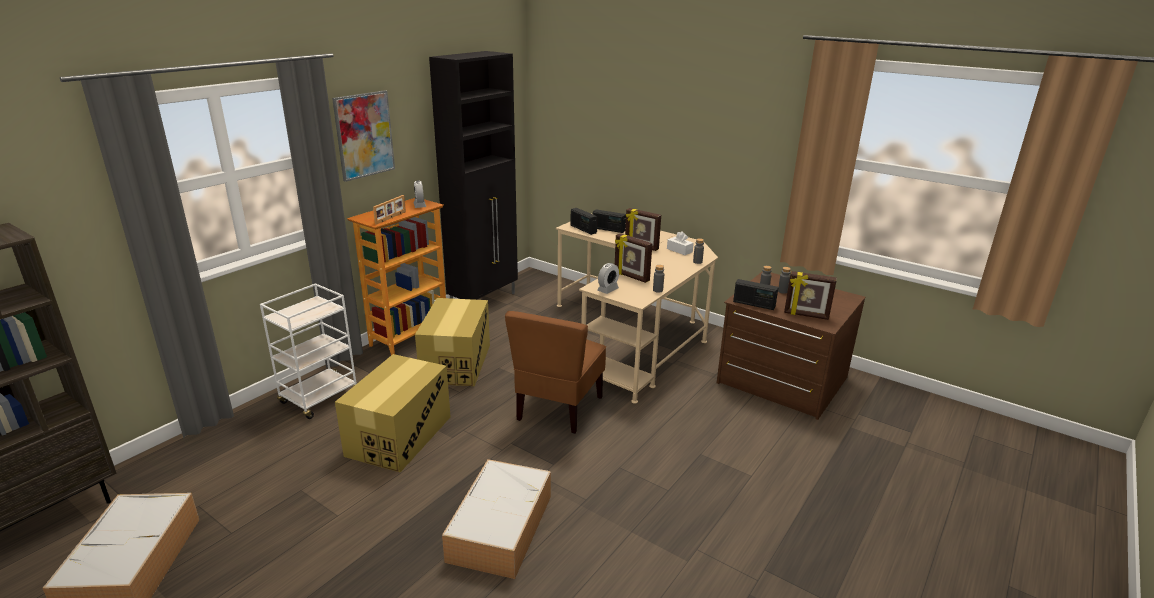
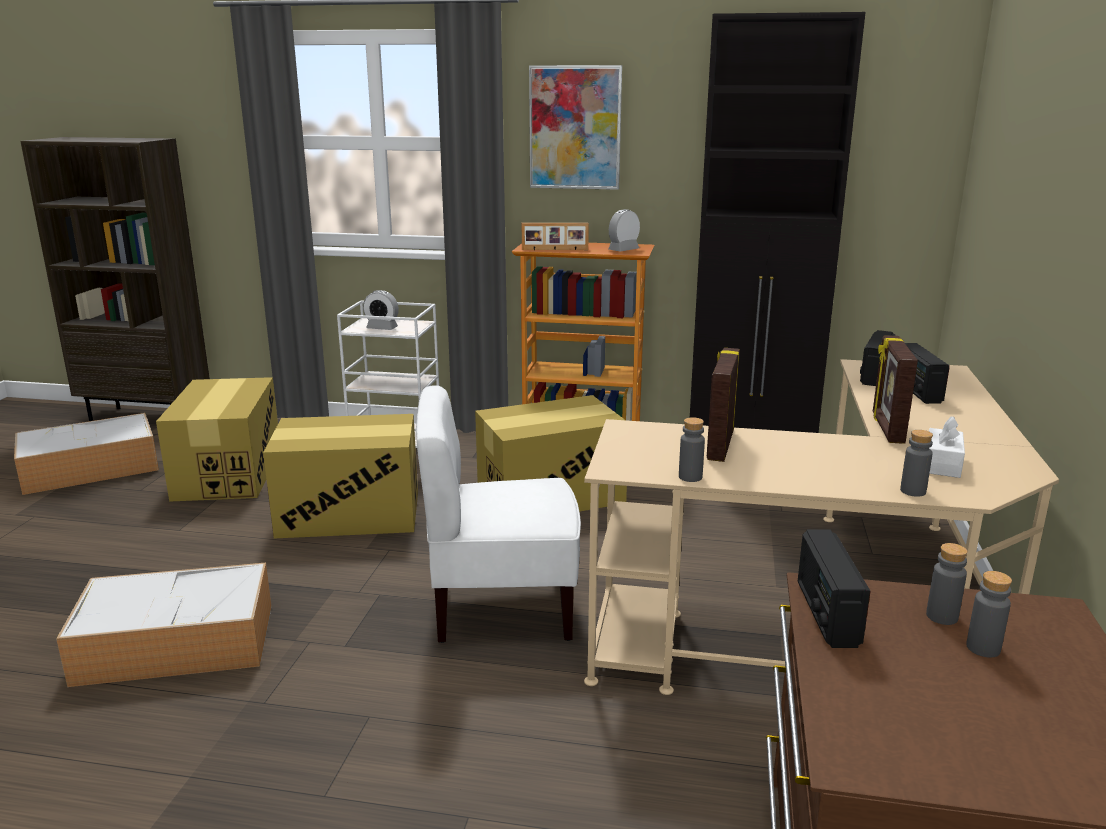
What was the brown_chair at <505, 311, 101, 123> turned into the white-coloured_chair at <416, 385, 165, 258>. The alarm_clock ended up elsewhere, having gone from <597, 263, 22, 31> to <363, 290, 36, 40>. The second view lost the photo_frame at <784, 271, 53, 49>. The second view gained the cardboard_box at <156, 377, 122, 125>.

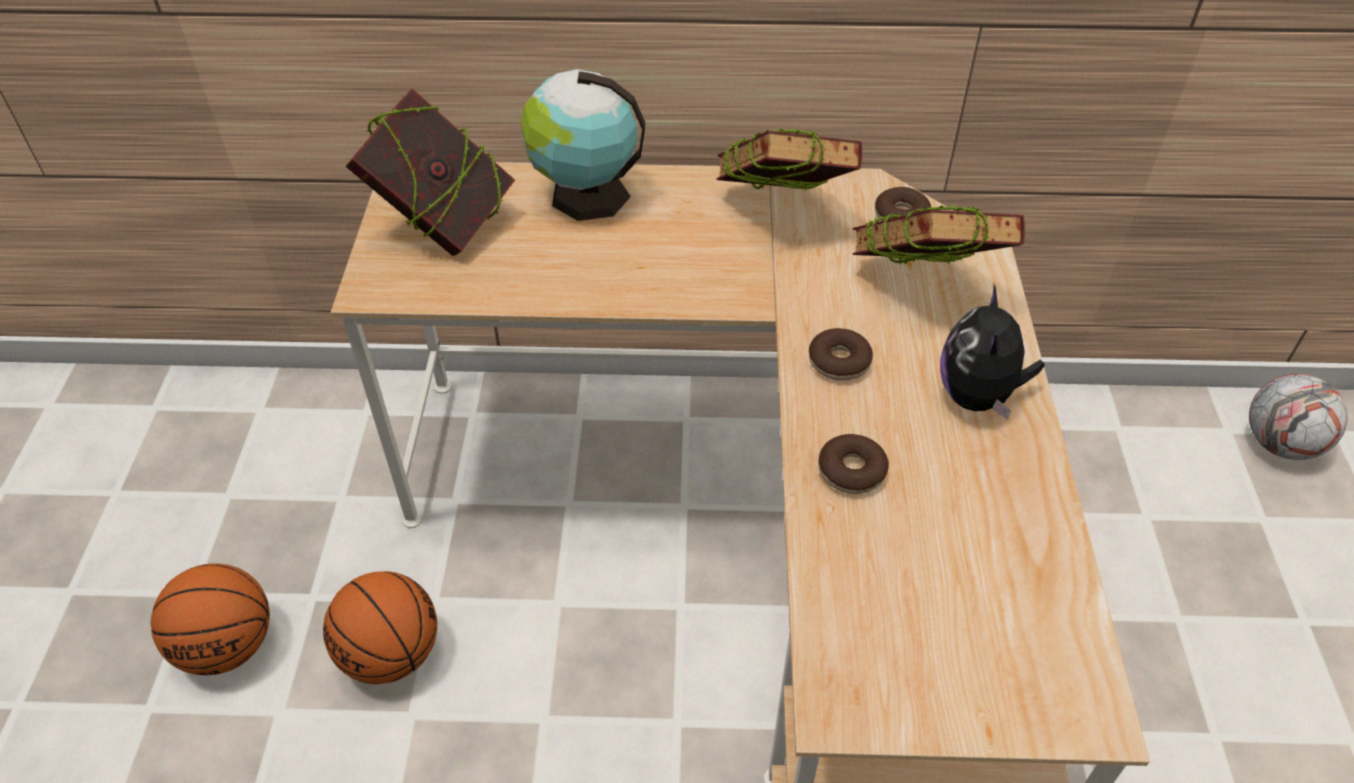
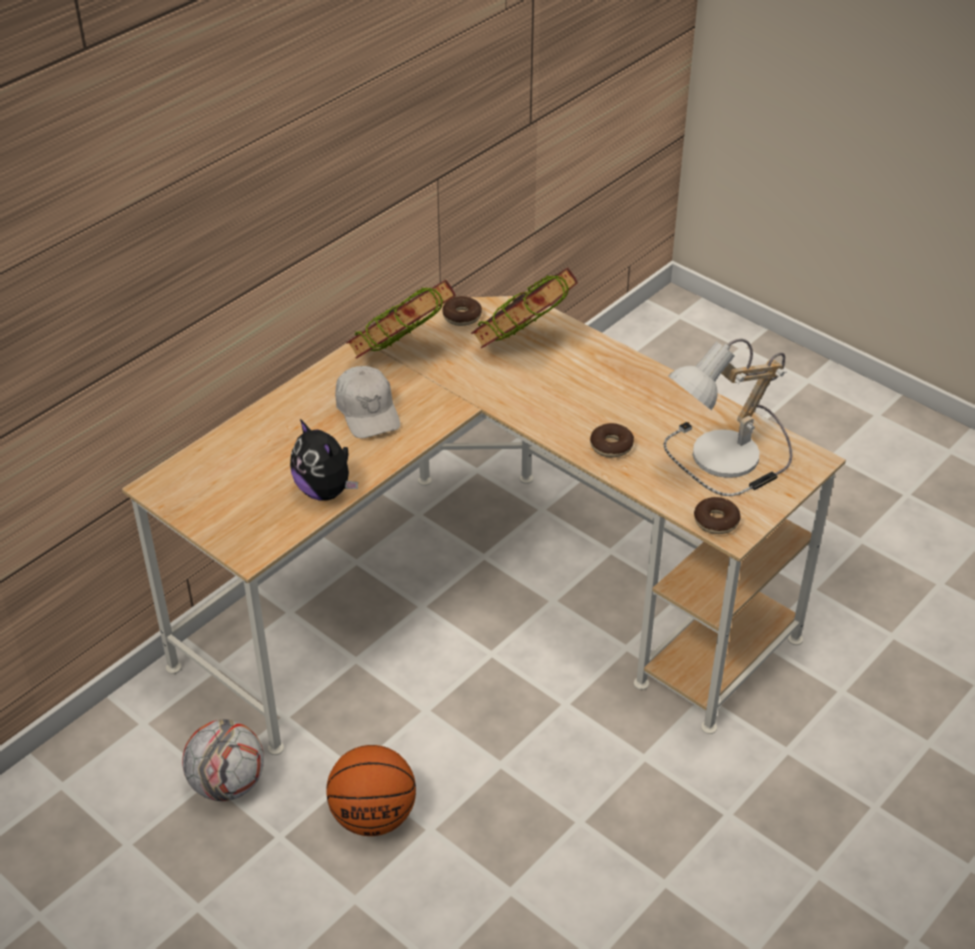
The second view lost the basketball at <151, 563, 119, 112>. The second view lost the volume at <345, 88, 170, 168>. The second view lost the desk_globe at <521, 69, 124, 152>. The donut ended up elsewhere, having gone from <809, 328, 64, 53> to <694, 497, 47, 37>. The soft_toy ended up elsewhere, having gone from <940, 285, 105, 135> to <290, 419, 68, 82>. The football_ball ended up elsewhere, having gone from <1249, 374, 99, 86> to <182, 719, 82, 82>. The second view gained the white-coloured_peaked_cap at <335, 366, 65, 72>. The second view gained the tabletop_lamp at <663, 338, 129, 158>.

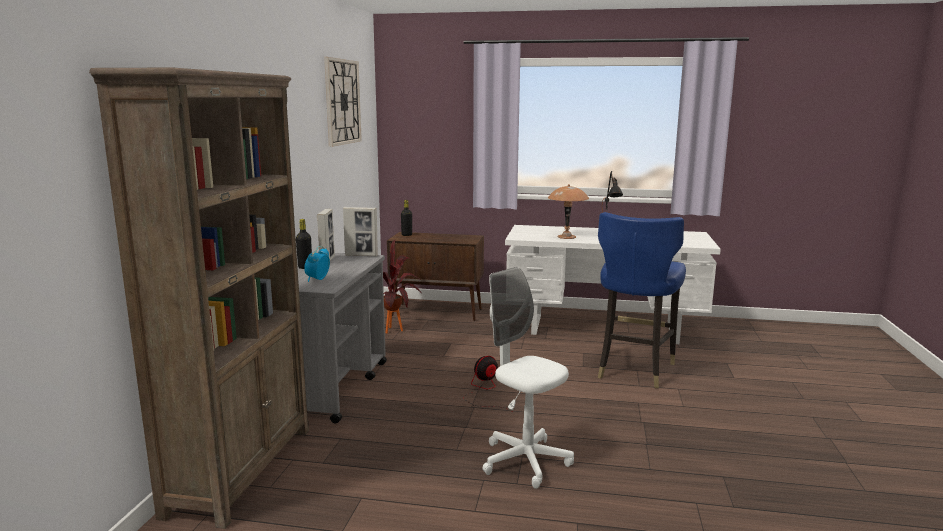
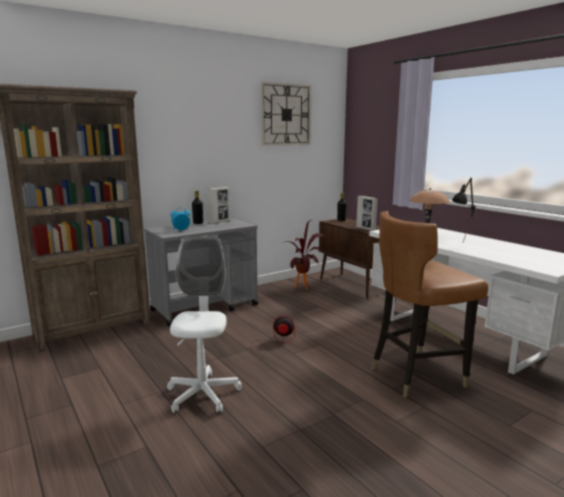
The photo_frame ended up elsewhere, having gone from <343, 207, 35, 49> to <356, 196, 22, 35>. What was the blue-coloured_chair at <598, 212, 88, 176> turned into the brown_chair at <371, 211, 117, 187>.

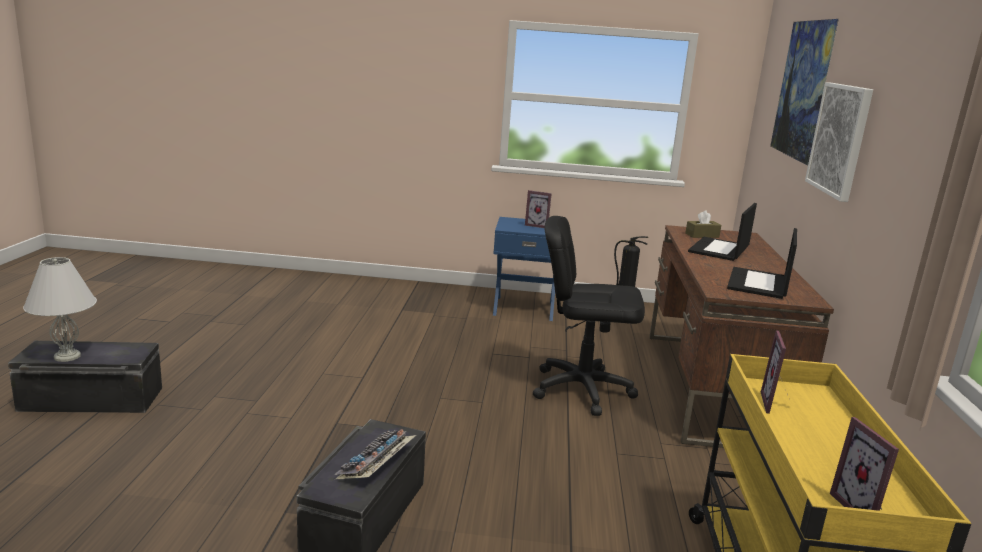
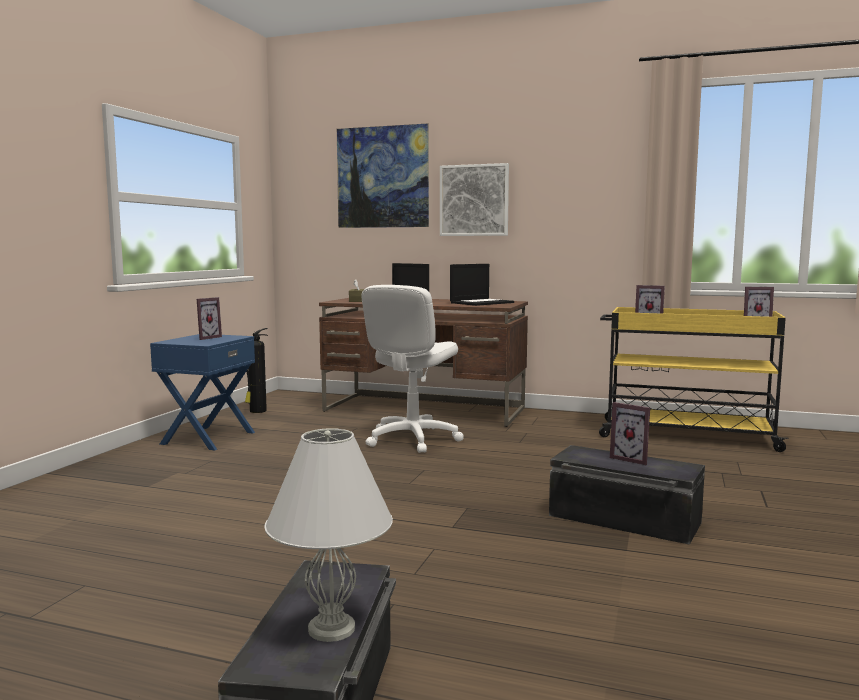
Where the keyboard stood at <334, 429, 82, 51>, the photo_frame came to stand at <610, 402, 40, 63>. What was the black_office_chair at <533, 216, 112, 200> turned into the white-coloured_office_chair at <361, 285, 103, 168>. The portable_computer at <727, 228, 70, 71> ended up facing another way, 75 degrees counterclockwise from before.

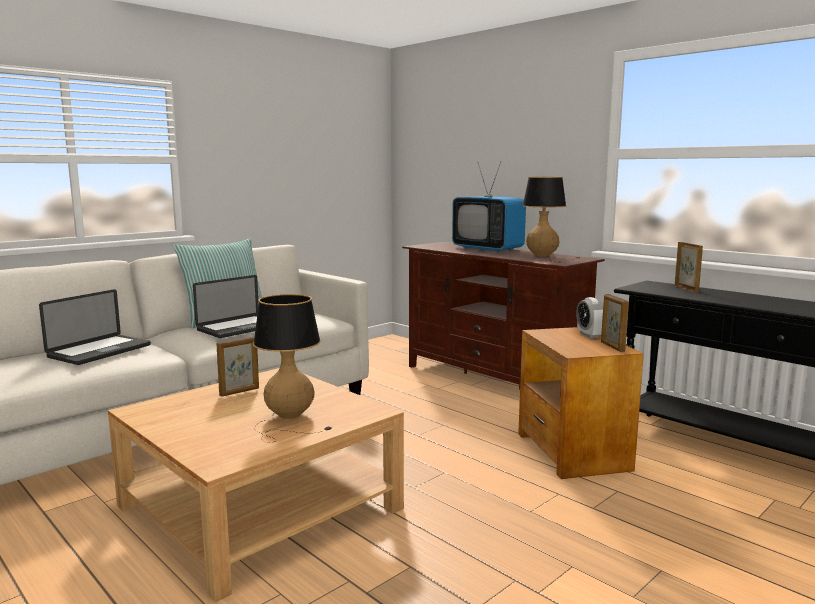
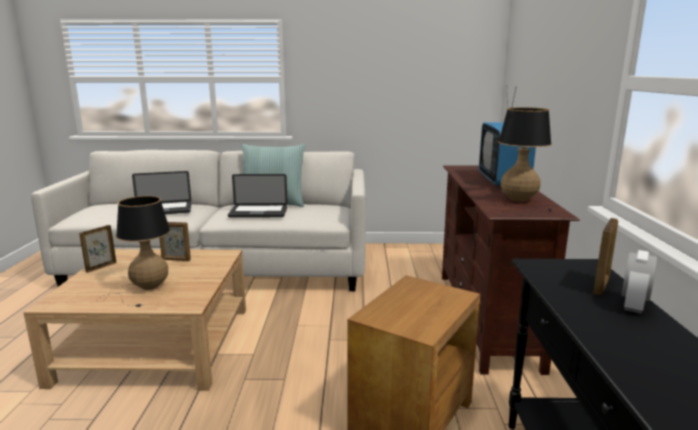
The alarm_clock ended up elsewhere, having gone from <576, 297, 27, 41> to <622, 250, 35, 64>. The photo_frame ended up elsewhere, having gone from <601, 294, 28, 58> to <79, 225, 37, 48>.

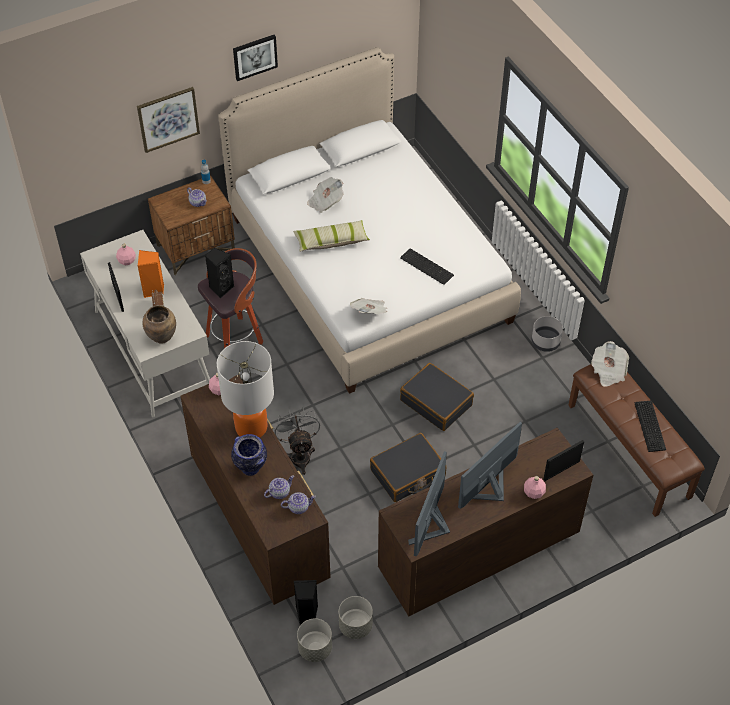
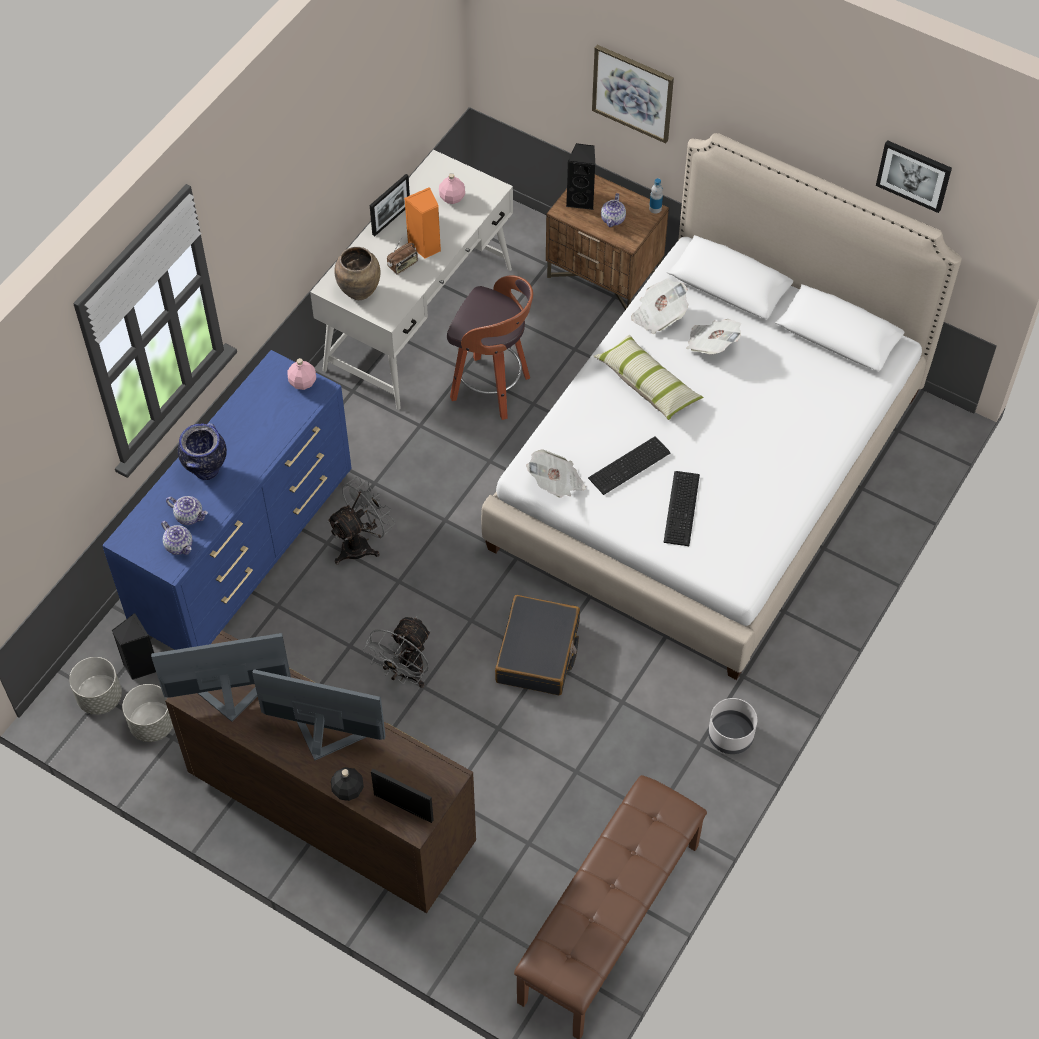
What was the brown_drawer_chest at <180, 375, 151, 230> turned into the blue-coloured_drawer_chest at <102, 350, 250, 300>. The black_audio_speaker ended up elsewhere, having gone from <205, 247, 29, 51> to <566, 143, 29, 67>. The second view lost the tabletop_lamp at <217, 341, 57, 97>. The wall_picture ended up elsewhere, having gone from <233, 35, 45, 46> to <876, 140, 76, 73>. Where the black_piece_of_luggage stood at <370, 433, 76, 69>, the greyish_electric_fan came to stand at <363, 616, 68, 72>. What was the pink-coloured_bottle at <524, 476, 22, 23> turned into the black_bottle at <331, 767, 33, 34>. The daily_paper ended up elsewhere, having gone from <591, 341, 38, 46> to <631, 278, 57, 56>. The keyboard ended up elsewhere, having gone from <634, 401, 32, 51> to <588, 436, 82, 59>.

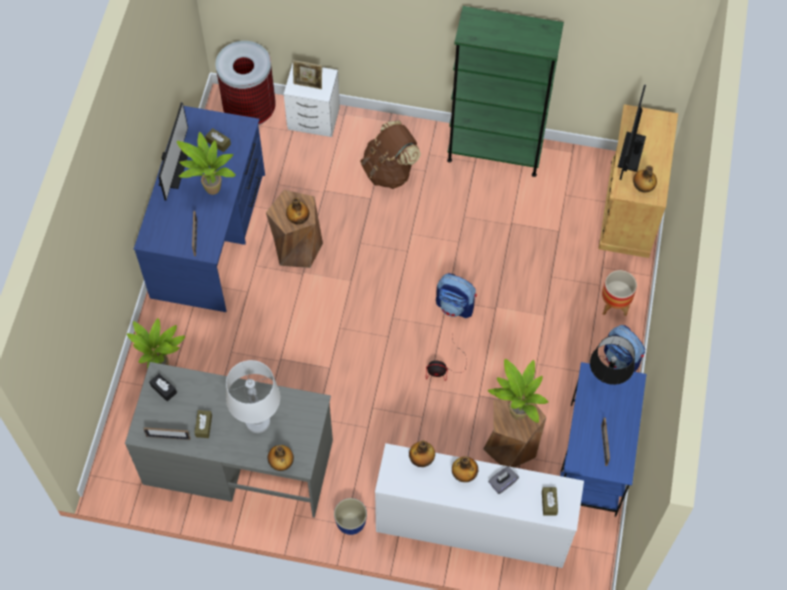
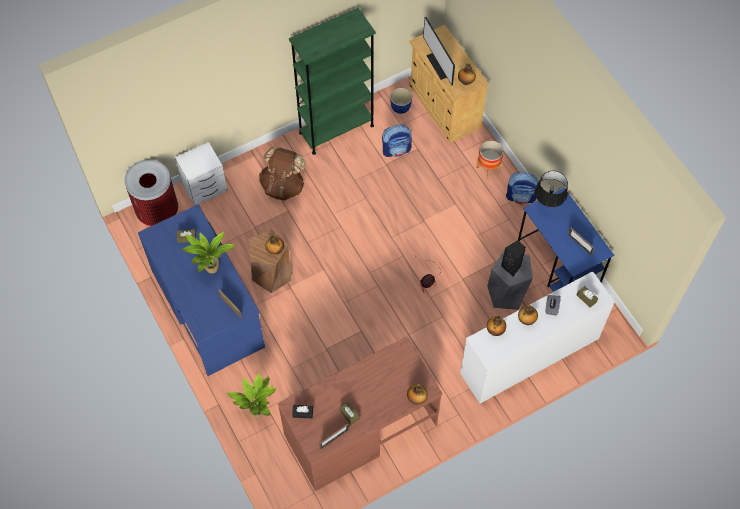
What was the greyish_desk_unit at <125, 362, 208, 156> turned into the brown_desk_unit at <278, 337, 164, 154>. The second view lost the computer_display at <158, 102, 30, 99>. The second view lost the white-coloured_tabletop_lamp at <226, 360, 54, 73>. The second view lost the photo_frame at <293, 60, 29, 29>. The plant_pot ended up elsewhere, having gone from <334, 498, 33, 37> to <390, 88, 22, 26>. The rucksack ended up elsewhere, having gone from <436, 273, 41, 45> to <382, 125, 30, 32>. What was the brown_stool at <483, 394, 63, 74> turned into the greyish_stool at <487, 250, 46, 60>. Where the plant_in_a_pot stood at <488, 359, 61, 64>, the black_audio_speaker came to stand at <501, 240, 25, 36>.

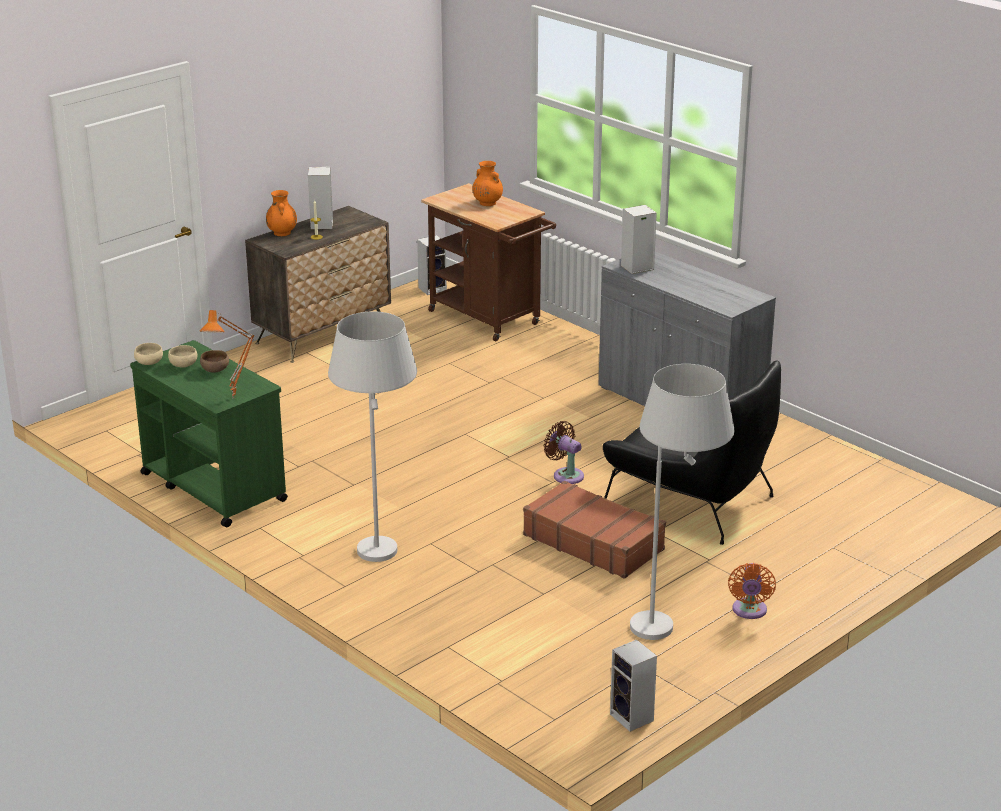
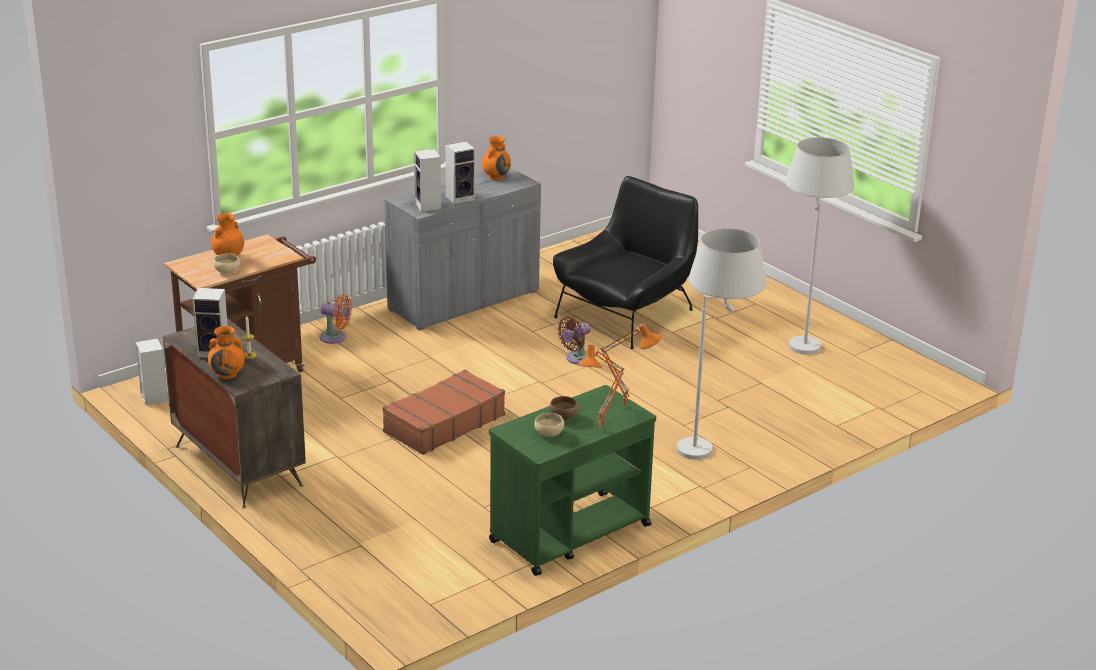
The sand-coloured_bowl ended up elsewhere, having gone from <134, 343, 29, 22> to <214, 254, 26, 20>. The brown_piece_of_luggage ended up elsewhere, having gone from <523, 481, 143, 98> to <382, 370, 123, 85>. The audio_speaker ended up elsewhere, having gone from <610, 640, 47, 92> to <445, 142, 30, 62>. The orange_electric_fan ended up elsewhere, having gone from <728, 563, 48, 56> to <319, 294, 33, 50>. The second view gained the orange_decorative_vase at <482, 136, 29, 44>. The second view gained the orange_tabletop_lamp at <577, 345, 48, 86>.

